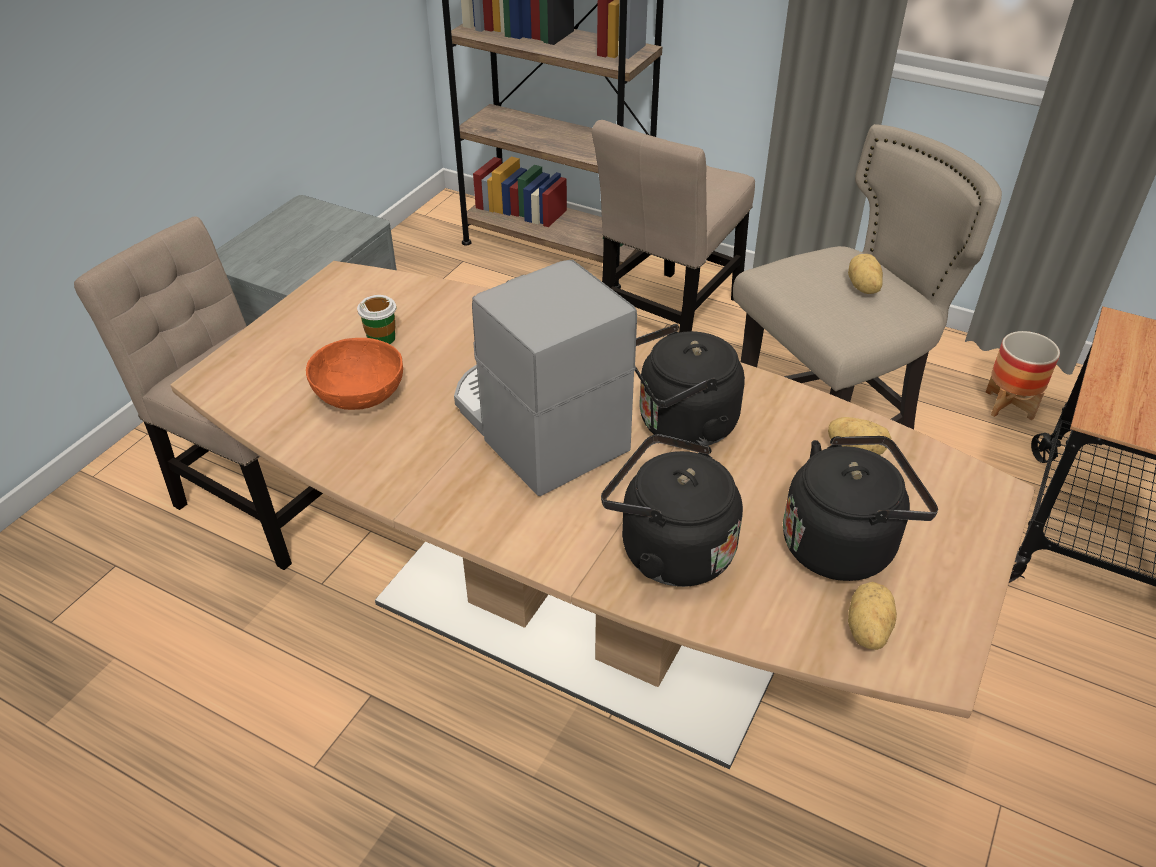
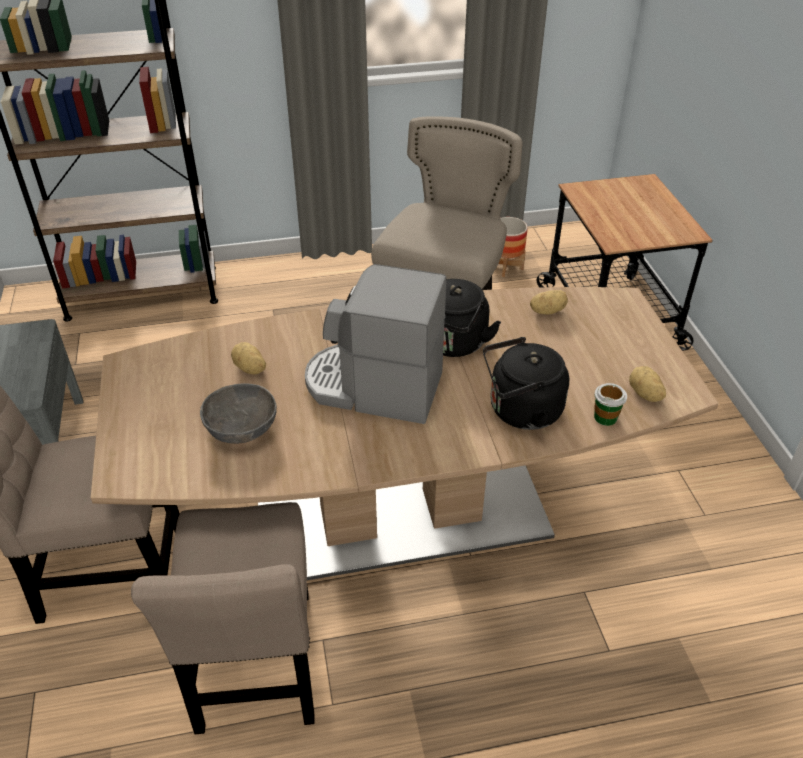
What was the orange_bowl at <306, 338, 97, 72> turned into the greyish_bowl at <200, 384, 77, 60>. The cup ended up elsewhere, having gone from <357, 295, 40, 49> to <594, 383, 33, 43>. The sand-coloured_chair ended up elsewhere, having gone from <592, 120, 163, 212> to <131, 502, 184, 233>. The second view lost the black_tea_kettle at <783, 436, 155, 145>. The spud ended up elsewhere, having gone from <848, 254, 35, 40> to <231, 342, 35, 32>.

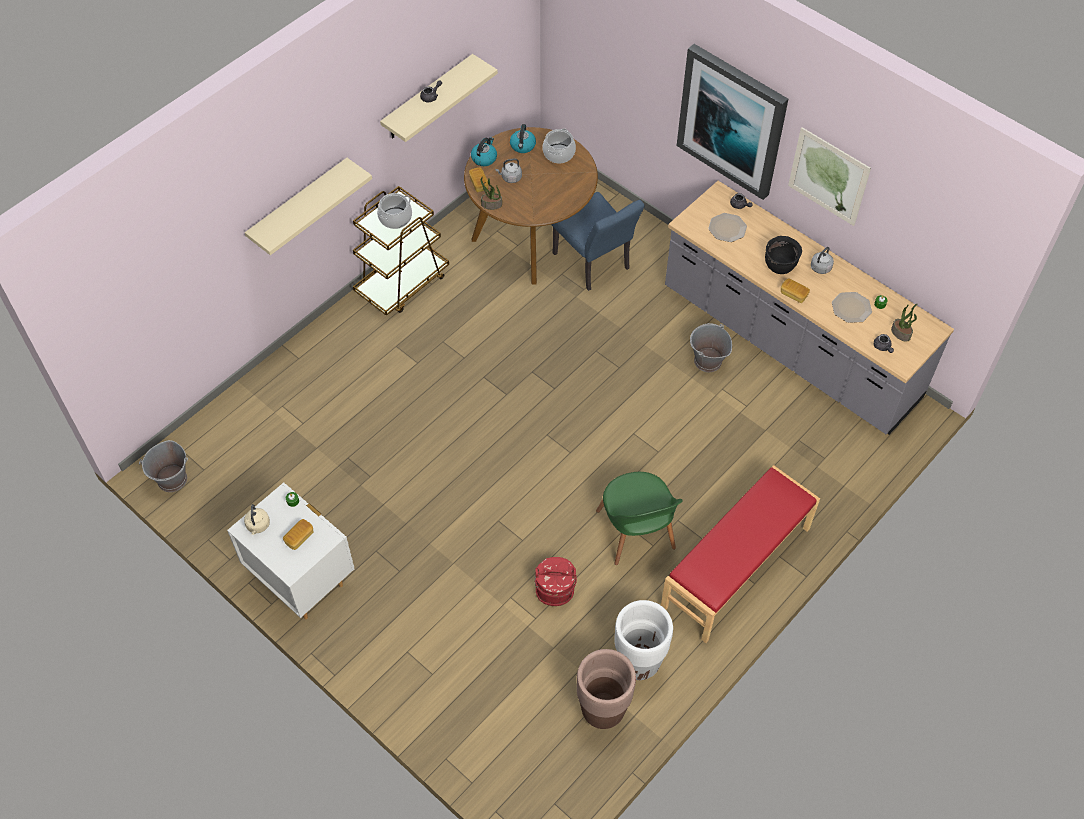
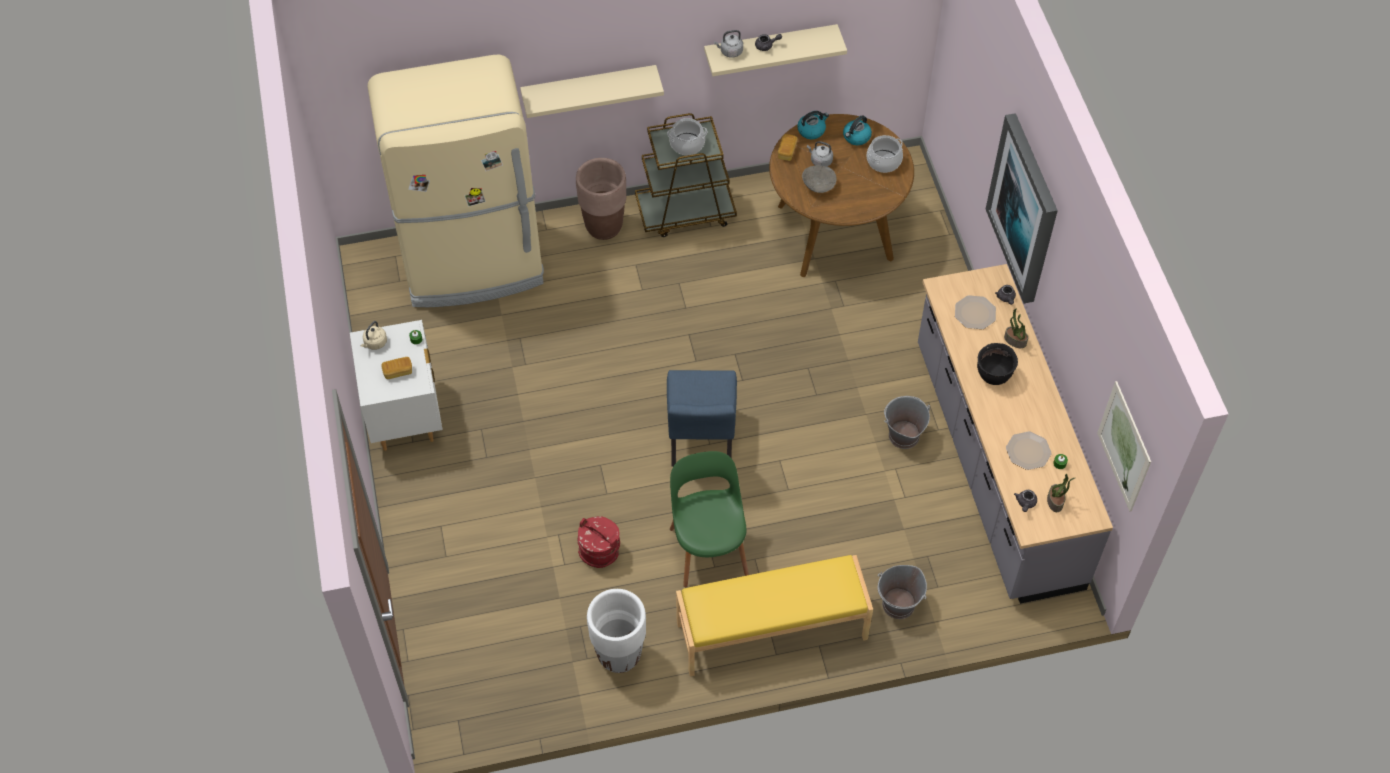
The greyish_pail ended up elsewhere, having gone from <139, 440, 49, 52> to <877, 565, 50, 54>. The plant_in_a_pot ended up elsewhere, having gone from <481, 177, 21, 33> to <1004, 309, 24, 39>. The blue-coloured_chair ended up elsewhere, having gone from <551, 192, 94, 99> to <667, 370, 70, 97>. The brown_plant_pot ended up elsewhere, having gone from <577, 649, 59, 80> to <576, 158, 50, 82>. The green_chair at <596, 472, 87, 93> ended up facing another way, 150 degrees clockwise from before. What was the red_long_seat at <661, 465, 159, 178> turned into the yellowish_long_seat at <676, 555, 197, 122>. The second view lost the bread at <781, 278, 29, 25>. The wall_picture ended up elsewhere, having gone from <788, 127, 83, 99> to <1097, 381, 54, 131>. The greyish_tea_kettle ended up elsewhere, having gone from <811, 247, 23, 27> to <714, 30, 29, 28>. The second view gained the sand-coloured_refrigerator at <368, 55, 176, 252>. The second view gained the greyish_bowl at <802, 165, 34, 28>.

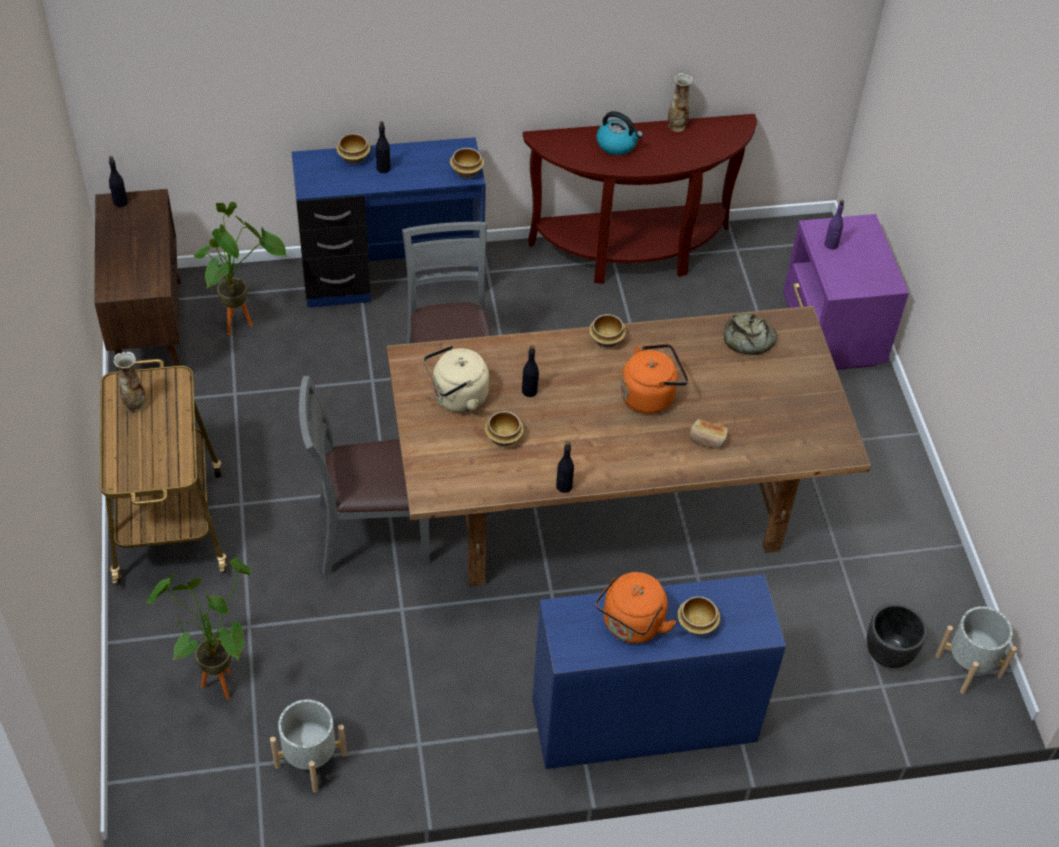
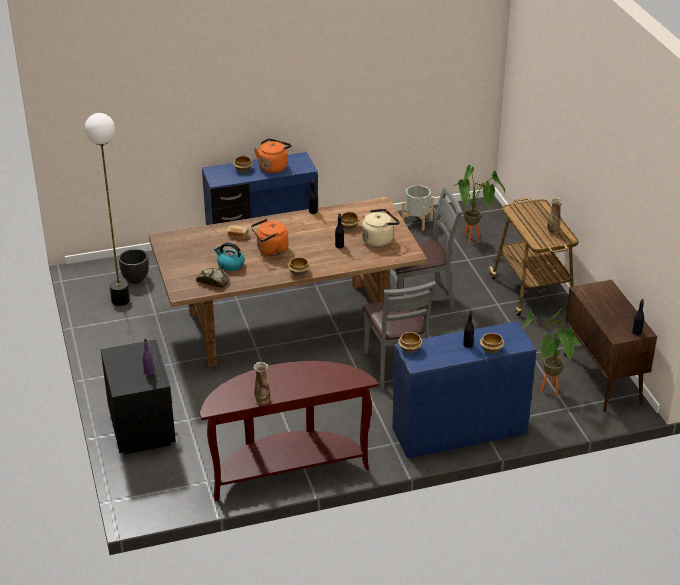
The tea_kettle ended up elsewhere, having gone from <596, 111, 47, 44> to <214, 242, 31, 29>. What was the purple_night_table at <783, 214, 126, 156> turned into the black_night_table at <101, 340, 75, 114>. The second view lost the greyish_plant_pot at <935, 606, 82, 88>. The second view gained the floor_lamp at <85, 113, 45, 193>.

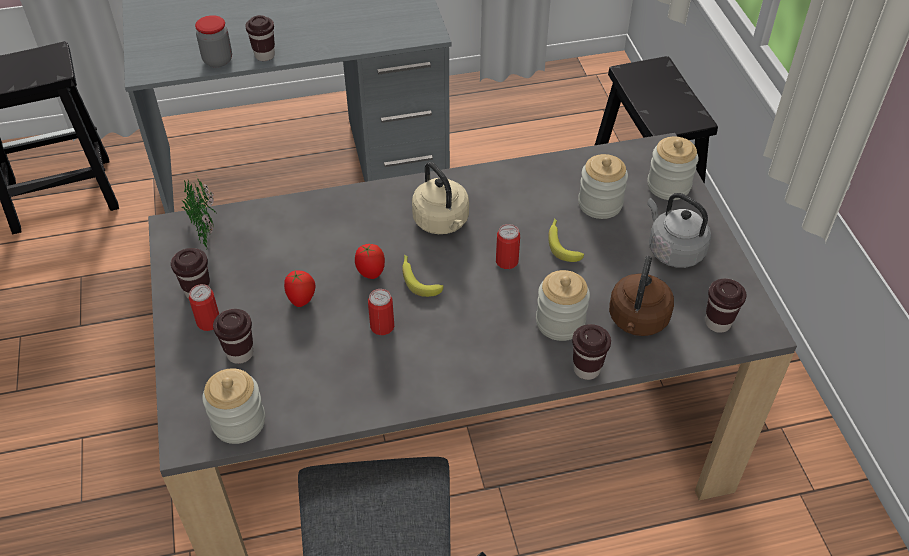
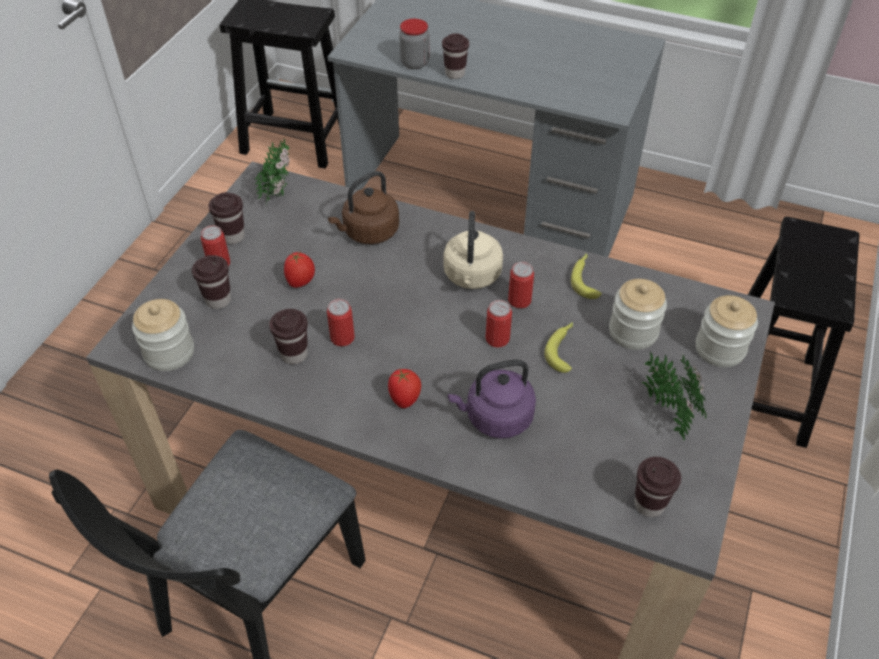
The whole_tomato ended up elsewhere, having gone from <355, 244, 30, 35> to <388, 369, 33, 39>. The whole_banana ended up elsewhere, having gone from <402, 255, 42, 42> to <571, 253, 31, 46>. Where the preserve_jar stood at <536, 270, 54, 71>, the purple_tea_kettle came to stand at <448, 360, 88, 79>. The brown_cup ended up elsewhere, having gone from <572, 324, 39, 56> to <269, 309, 39, 55>. The brown_tea_kettle ended up elsewhere, having gone from <609, 256, 65, 80> to <328, 171, 71, 73>. Where the greyish_tea_kettle stood at <647, 193, 64, 75>, the plant_in_a_pot came to stand at <641, 352, 66, 88>. The second view gained the can at <508, 262, 26, 46>.

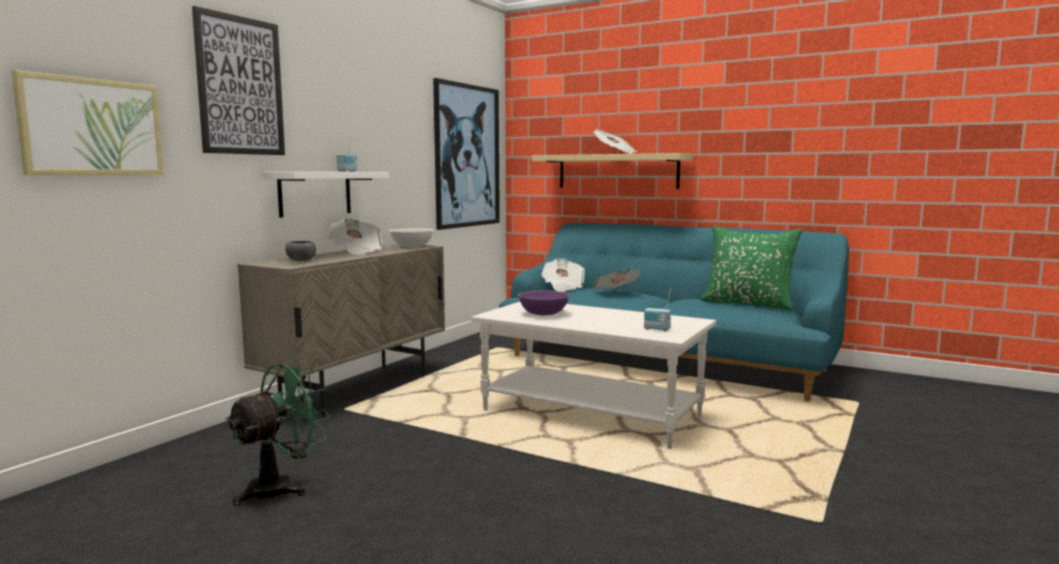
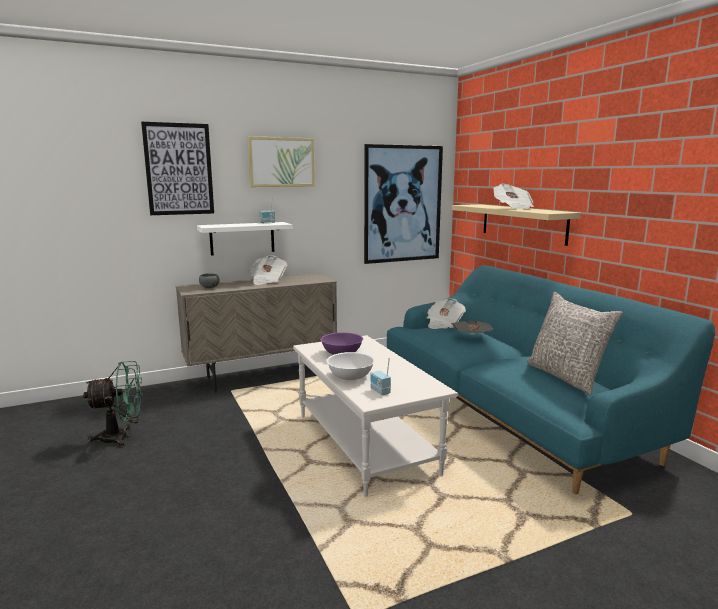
The wall_picture ended up elsewhere, having gone from <12, 70, 152, 105> to <247, 136, 68, 51>. The white-coloured_bowl ended up elsewhere, having gone from <389, 229, 45, 18> to <326, 352, 49, 28>. What was the green_throw_pillow at <700, 225, 102, 85> turned into the greyish_throw_pillow at <527, 292, 96, 103>.

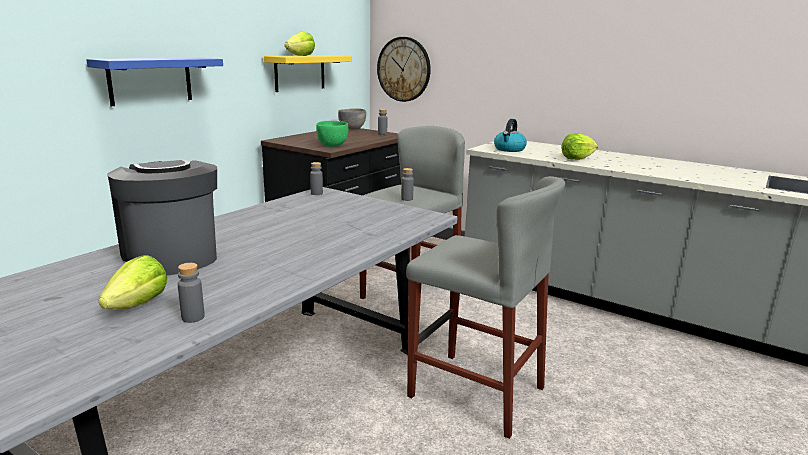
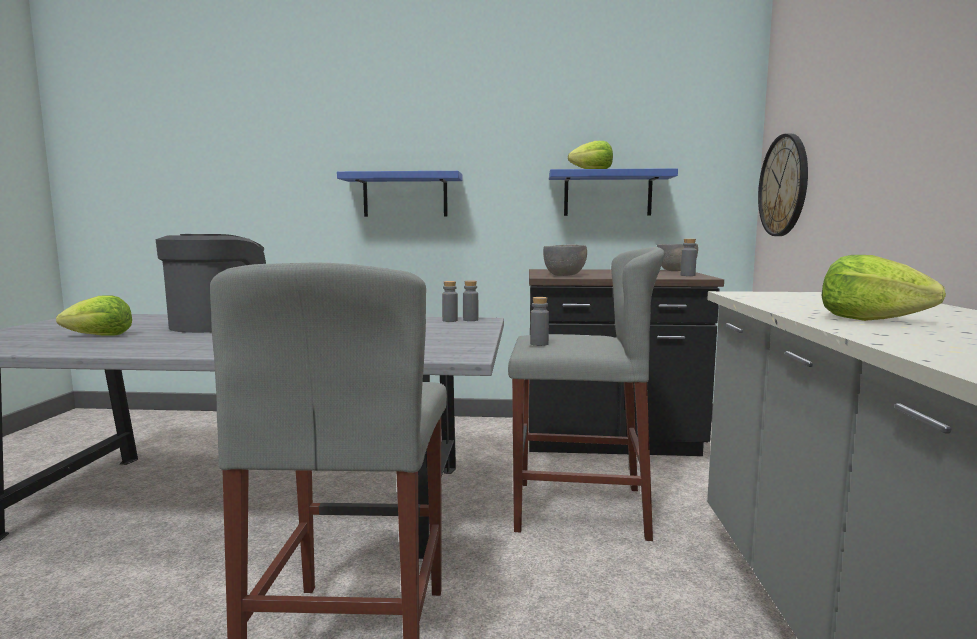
The greyish_bottle ended up elsewhere, having gone from <178, 263, 27, 60> to <442, 281, 16, 41>. What was the yellowish_shelf at <264, 55, 88, 37> turned into the blue-coloured_shelf at <549, 168, 129, 48>. What was the green_bowl at <316, 121, 33, 26> turned into the greyish_bowl at <543, 244, 44, 32>. The second view lost the tea_kettle at <494, 119, 33, 33>.

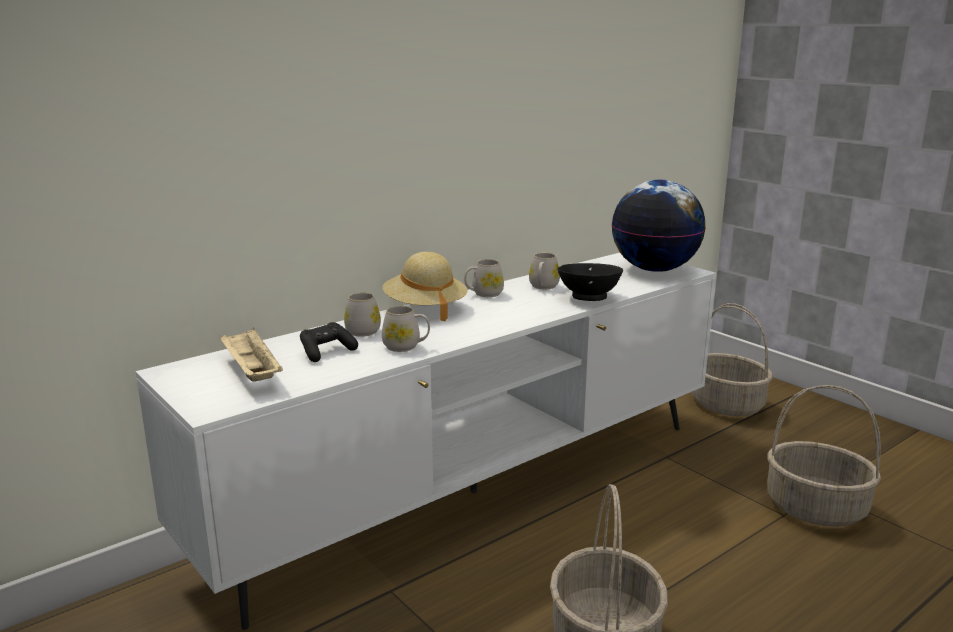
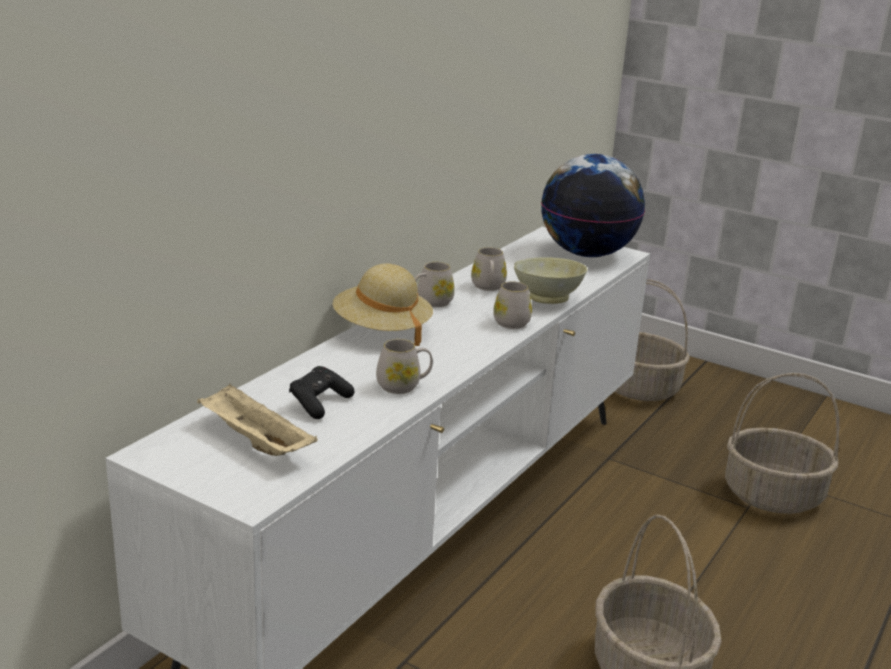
The white-coloured_mug ended up elsewhere, having gone from <344, 293, 37, 44> to <493, 281, 39, 48>. What was the black_bowl at <557, 263, 66, 38> turned into the sand-coloured_bowl at <514, 257, 74, 47>.

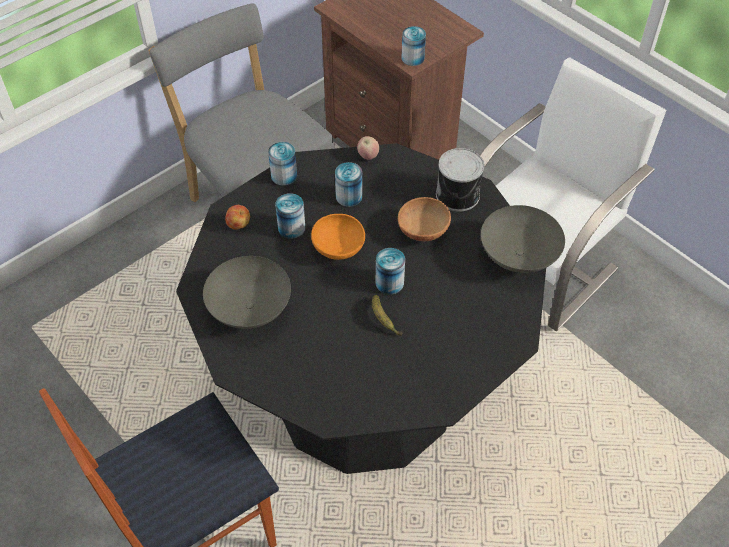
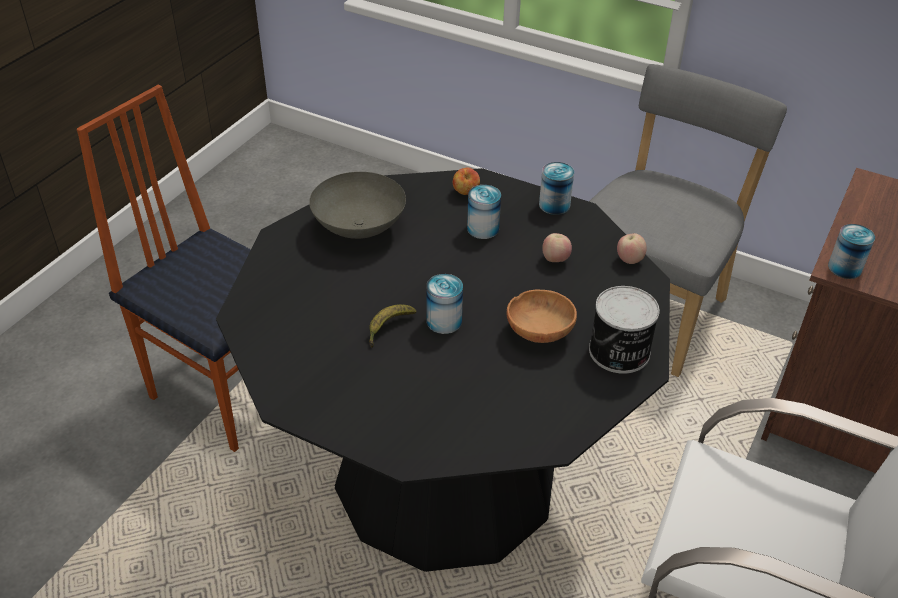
The second view lost the orange_bowl at <311, 214, 54, 46>. Where the can stood at <335, 162, 27, 45>, the apple came to stand at <542, 233, 30, 29>. The second view lost the greyish_bowl at <481, 205, 84, 68>.

